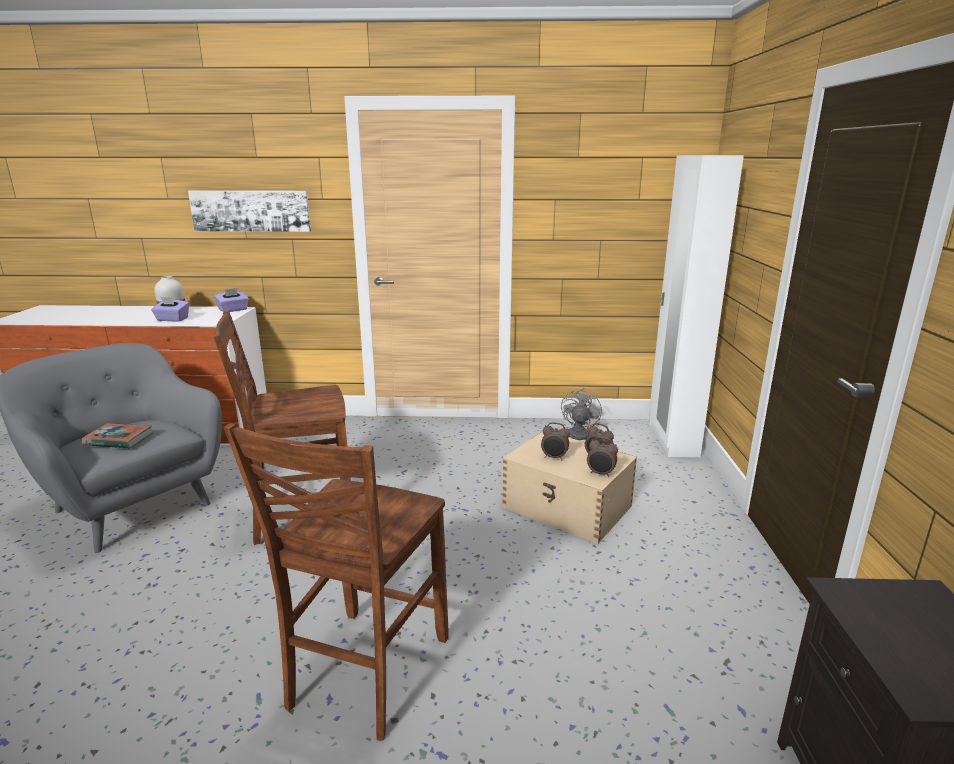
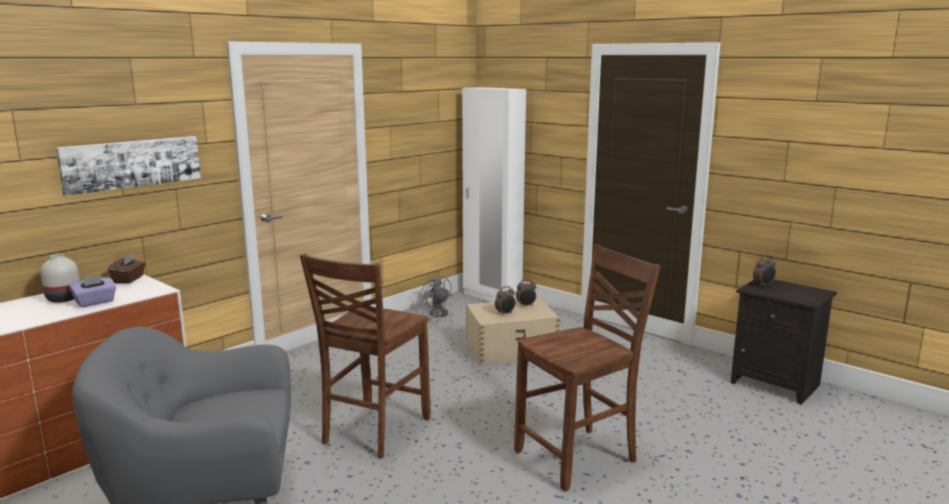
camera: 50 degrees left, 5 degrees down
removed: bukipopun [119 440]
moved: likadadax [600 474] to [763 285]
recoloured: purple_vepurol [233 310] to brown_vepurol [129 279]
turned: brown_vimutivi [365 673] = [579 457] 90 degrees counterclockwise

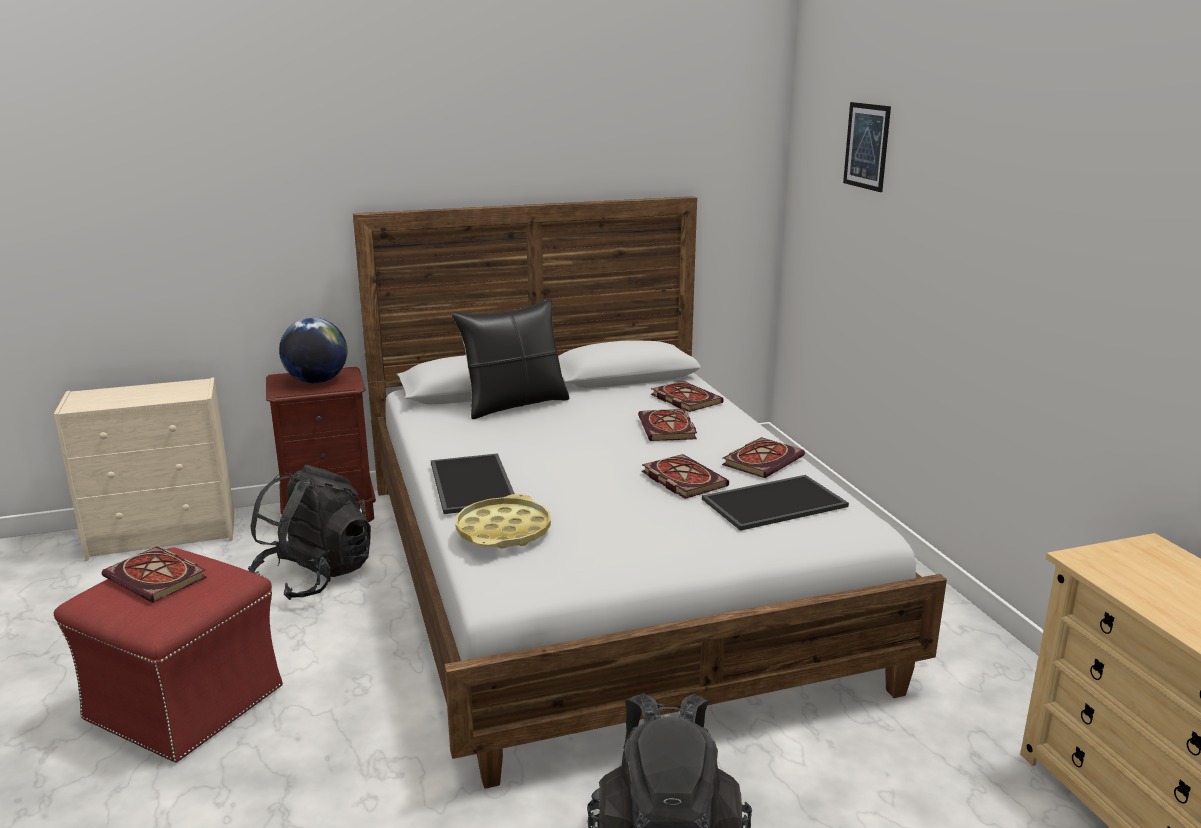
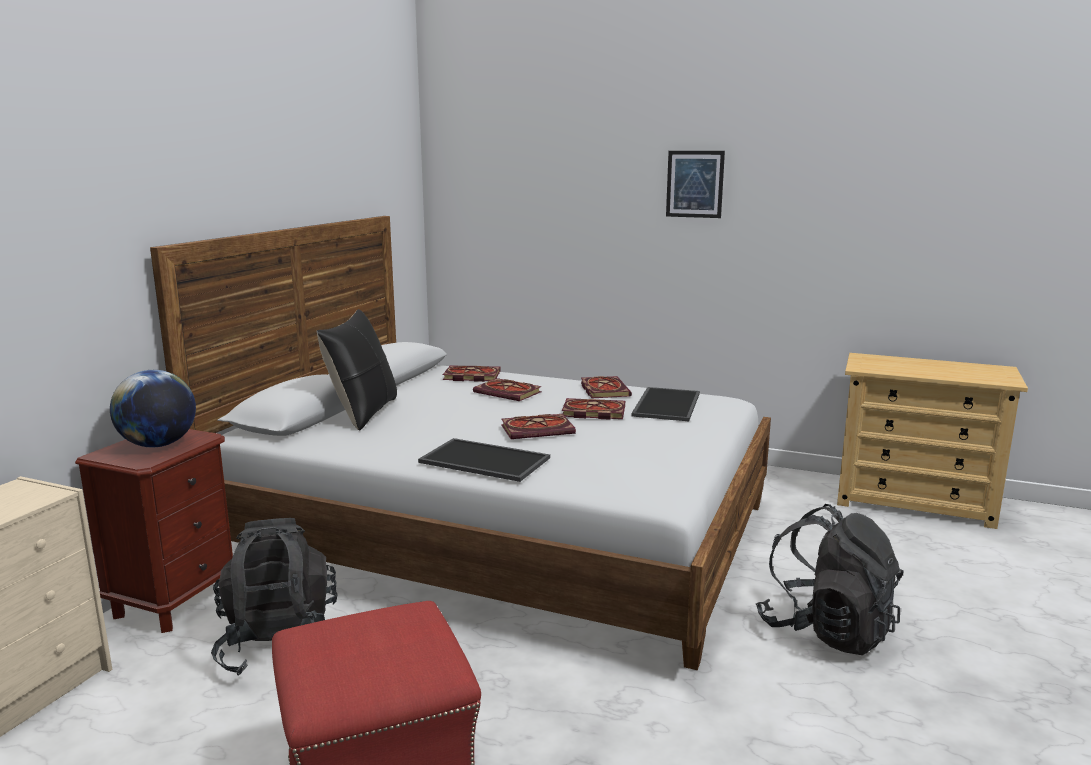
camera: 50 degrees left, 5 degrees down
removed: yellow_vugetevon [504 531]
moved: bukipopun [158 578] to [539 429]; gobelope [866 146] to [694 184]

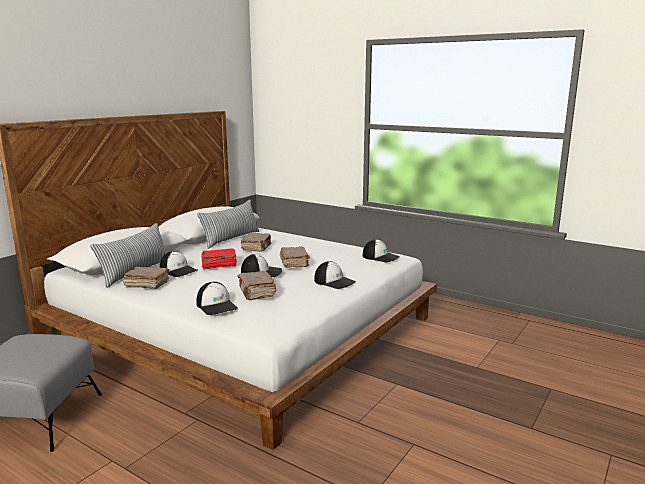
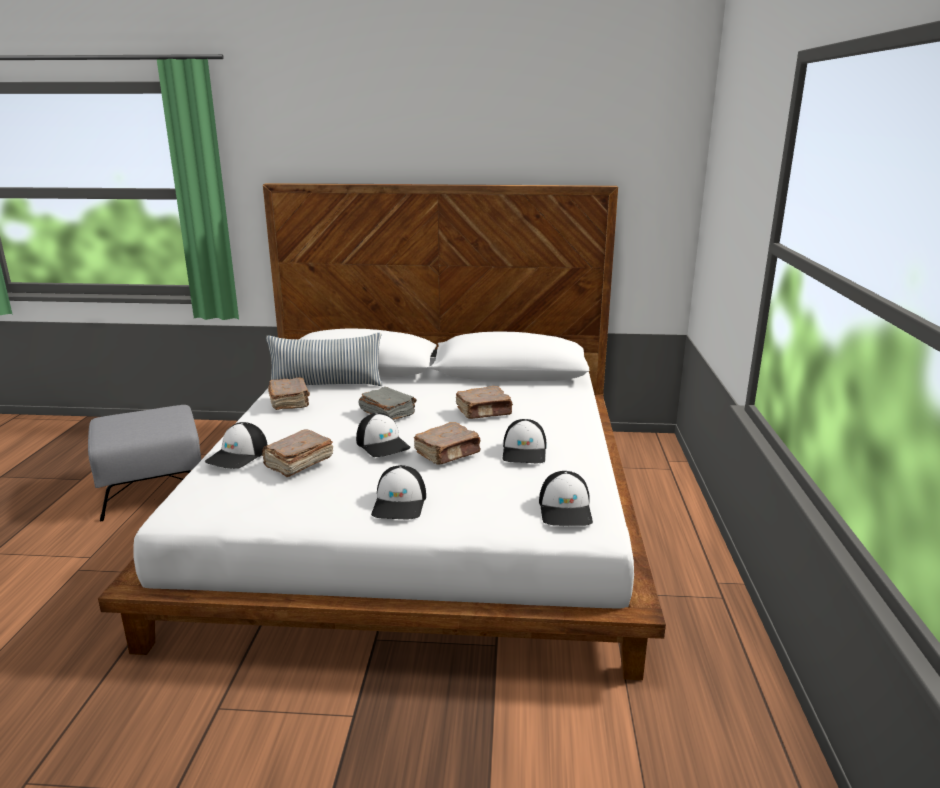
camera: 60 degrees right, 5 degrees up
removed: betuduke [231 239]
moved: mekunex [178 270] to [525 452]
recoloured: red_bukipopun [218 265] to grey_bukipopun [387 413]

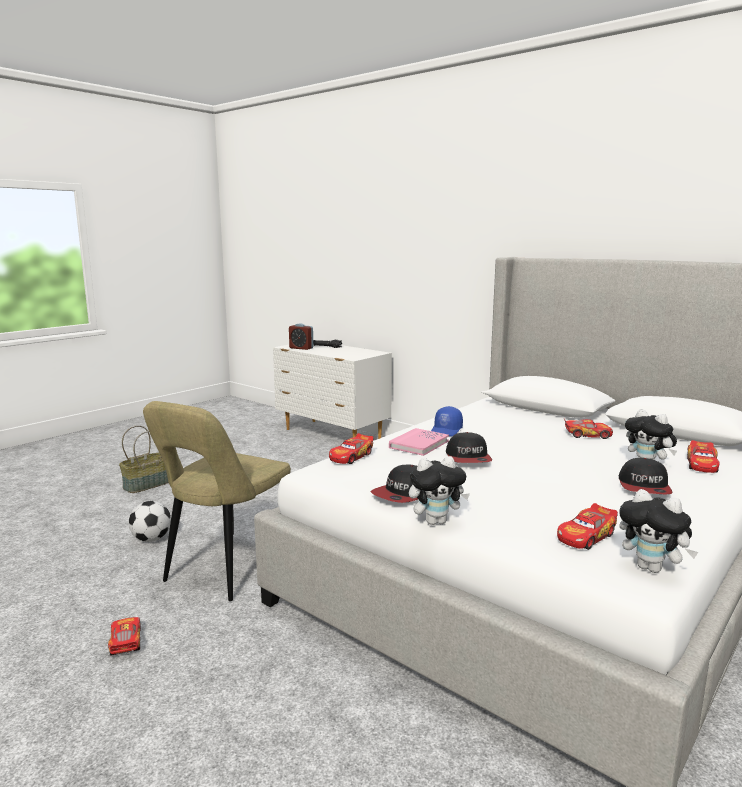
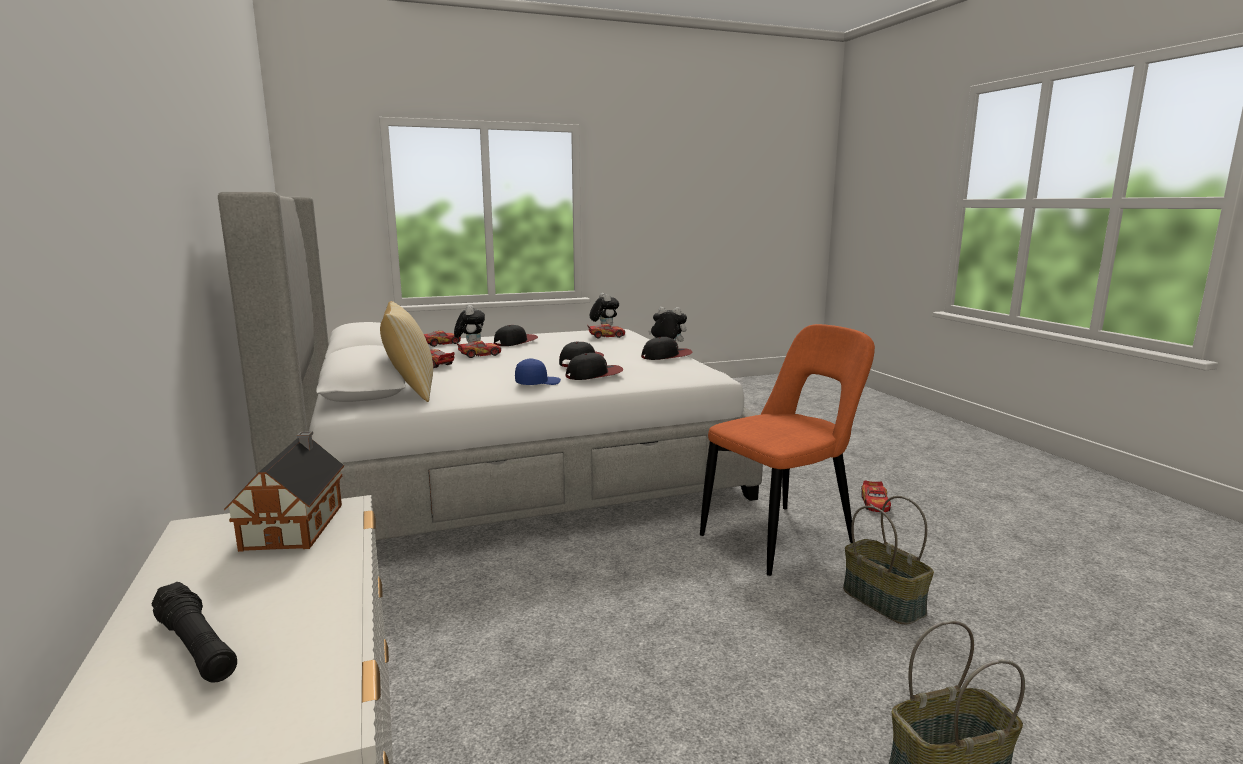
camera: 150 degrees left, 0 degrees up
removed: likadadax [301 348]
added: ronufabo [296 524]; betuduke [410 391]
moved: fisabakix [351 457] to [479 355]
replaced: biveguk [151 539] to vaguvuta [884 601]; pink_bukipopun [419 444] to mekunex [594 375]
recoloured: beige_vimutivi [227 568] to orange_vimutivi [783 537]

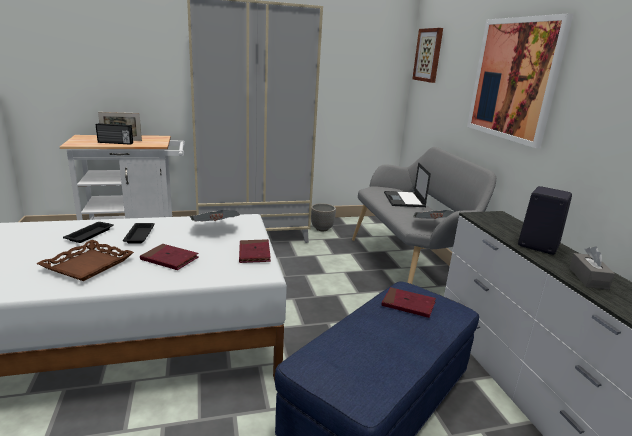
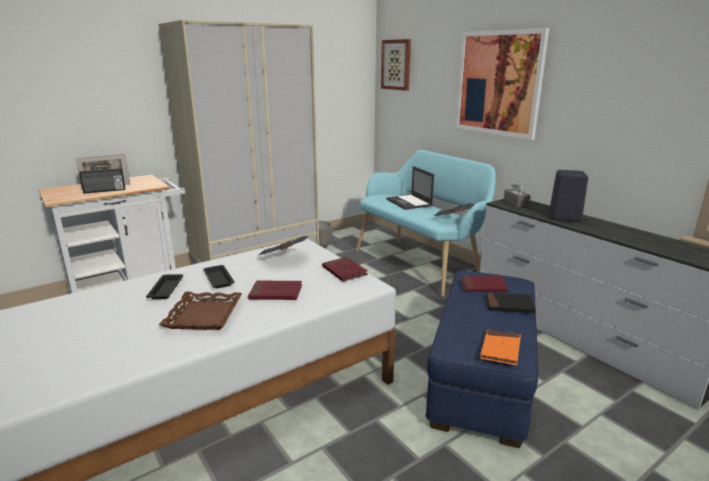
camera: 20 degrees left, 0 degrees up
added: orange_bukipopun [500 349]; black_bukipopun [509 305]
moved: grey_vepurol [588 278] to [516 203]
recoloured: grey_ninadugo [408 266] to turquoise_ninadugo [420 263]

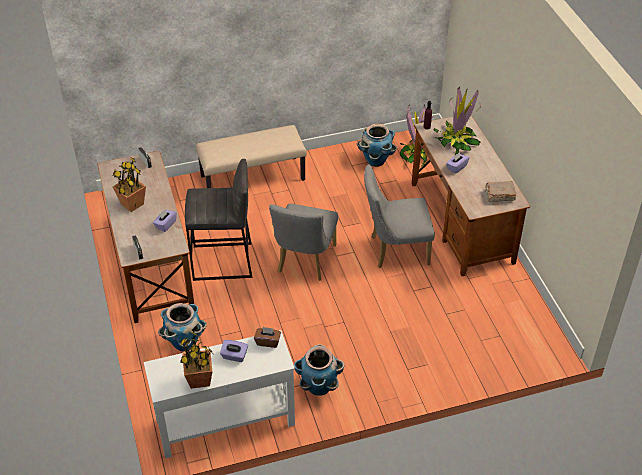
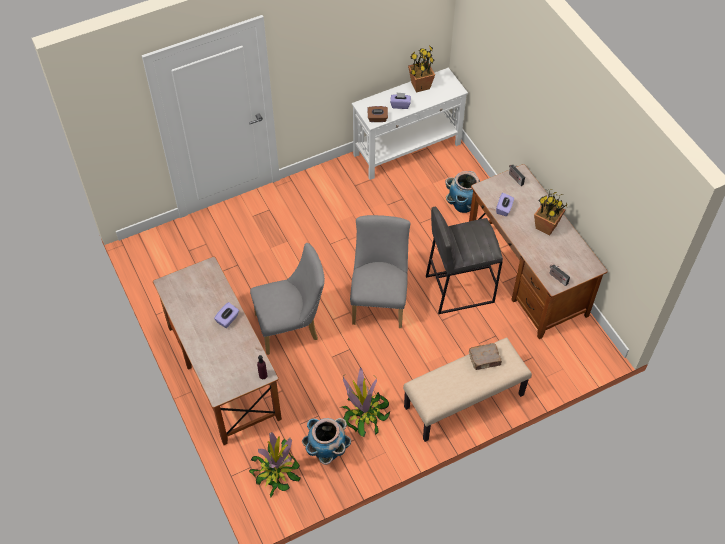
camera: 170 degrees right, 10 degrees up
removed: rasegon [319 387]
moved: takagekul [456 141] to [364 413]; brown_bukipopun [499 195] to [485 359]

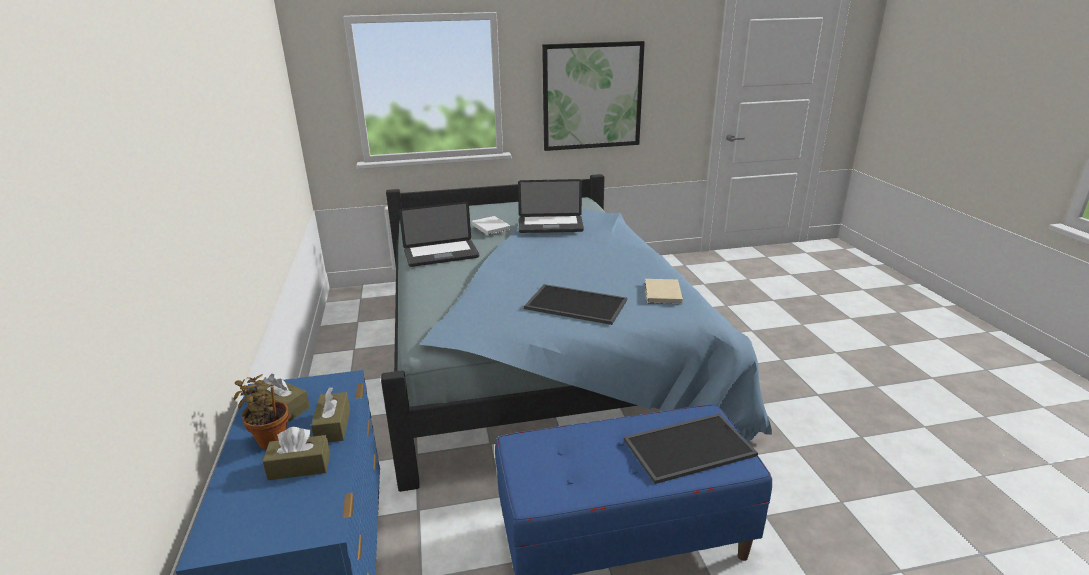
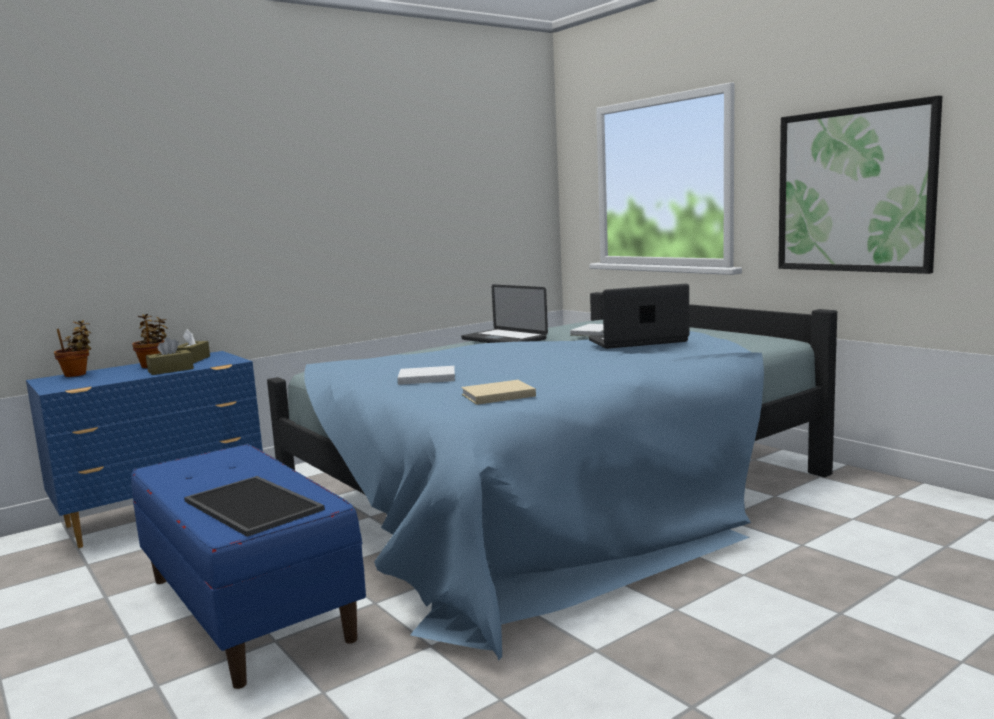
camera: 65 degrees right, 15 degrees down
removed: brown_vepurol [299 466]
added: takagekul [78 374]
replaced: vugetevon [574 305] to white_bukipopun [425 378]
turned: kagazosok [550 225] = [637 341] 105 degrees clockwise

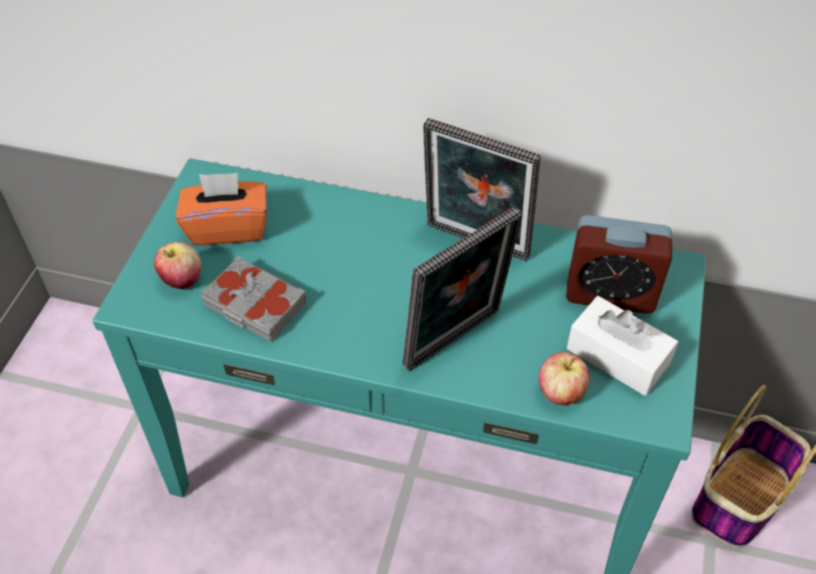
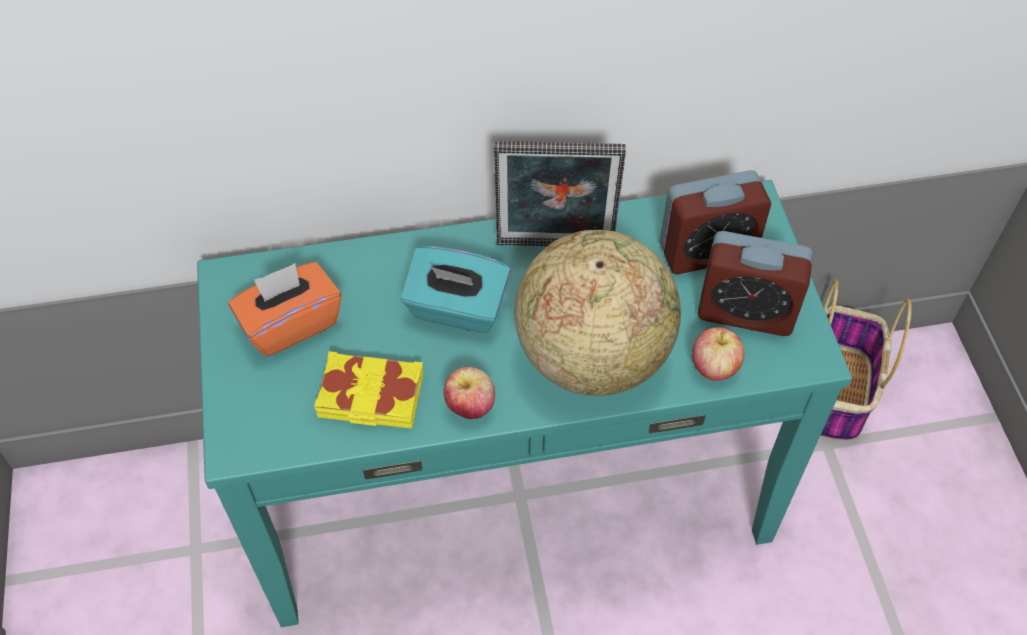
camera: 25 degrees left, 5 degrees up
added: turquoise_vepurol [457 309]
moved: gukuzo [182 280] to [470 406]
replaced: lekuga [456 342] to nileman [592 356]; white_vepurol [617 356] to likadadax [746 312]
recoloured: grey_bukipopun [254 305] to yellow_bukipopun [371 397]

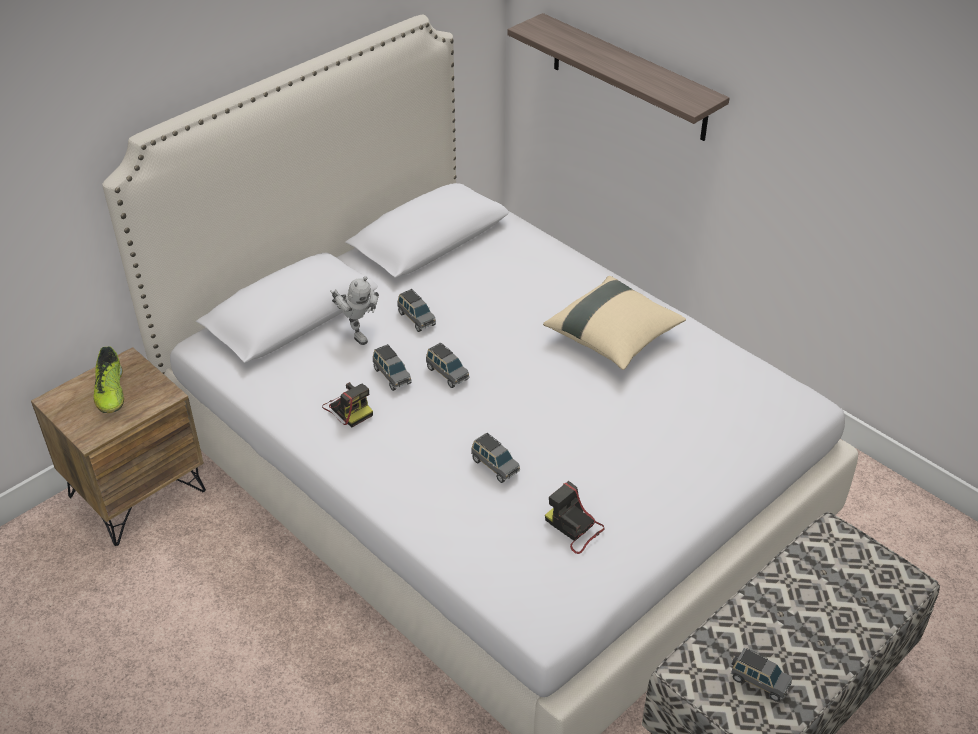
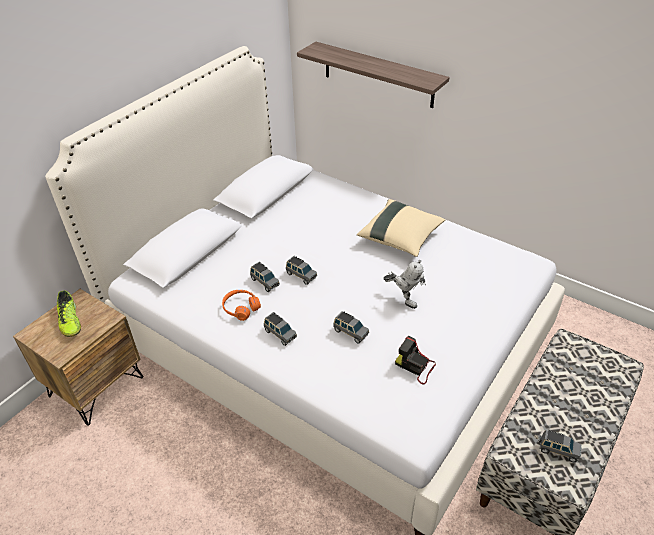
camera: 10 degrees left, 0 degrees up
moved: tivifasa [356 332] to [404 299]; grey_fisabakix [416 319] to [280 334]
replaced: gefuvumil [348 408] to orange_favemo [241 308]

